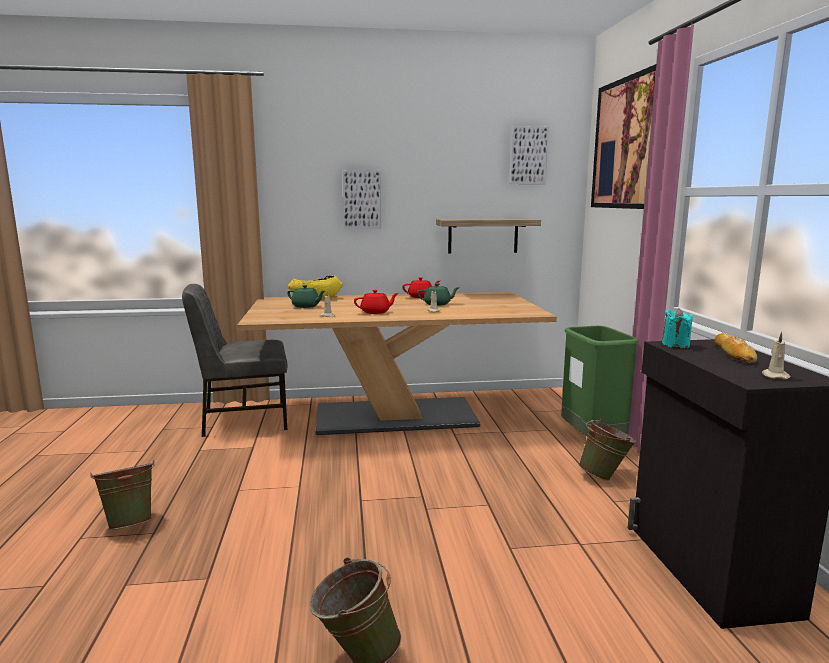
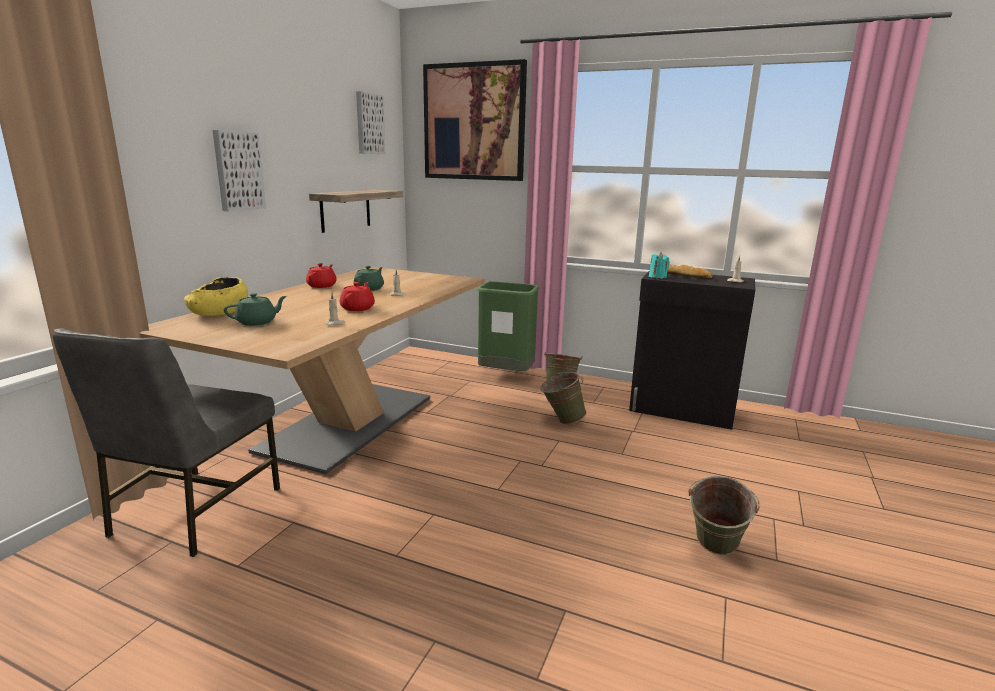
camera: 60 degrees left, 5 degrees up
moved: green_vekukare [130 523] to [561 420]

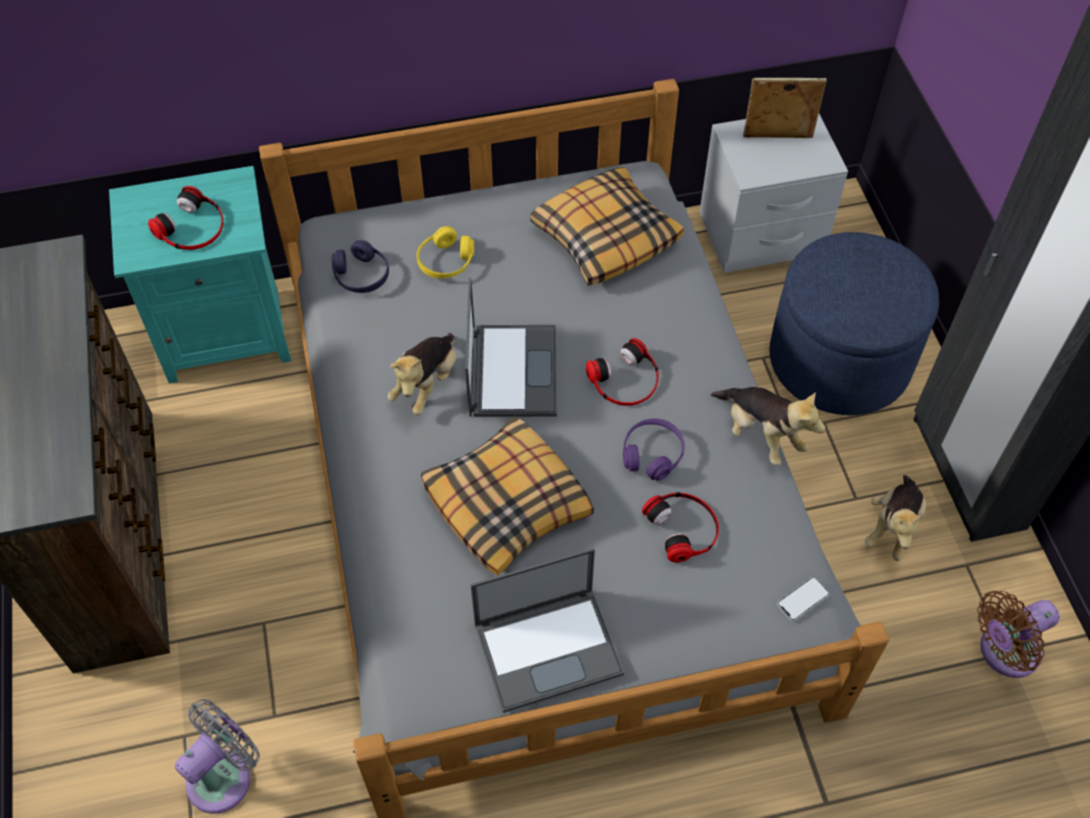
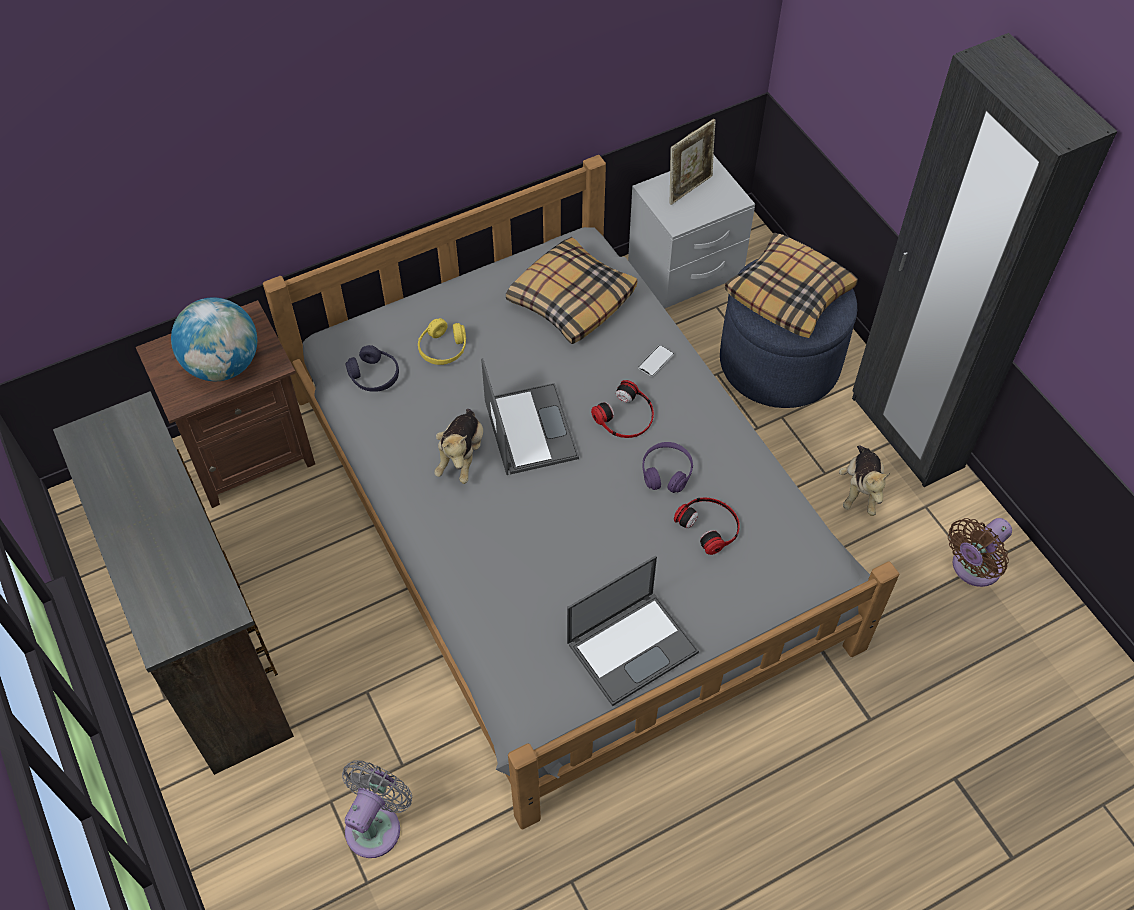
camera: 15 degrees left, 0 degrees up
removed: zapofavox [760 434]
moved: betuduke [508 503] to [789 294]; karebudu [803 599] to [656 361]
replaced: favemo [192 227] to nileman [223 365]
recoloured: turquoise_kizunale [225 333] to brown_kizunale [248 453]
turned: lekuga [777 139] = [689 188] 150 degrees clockwise

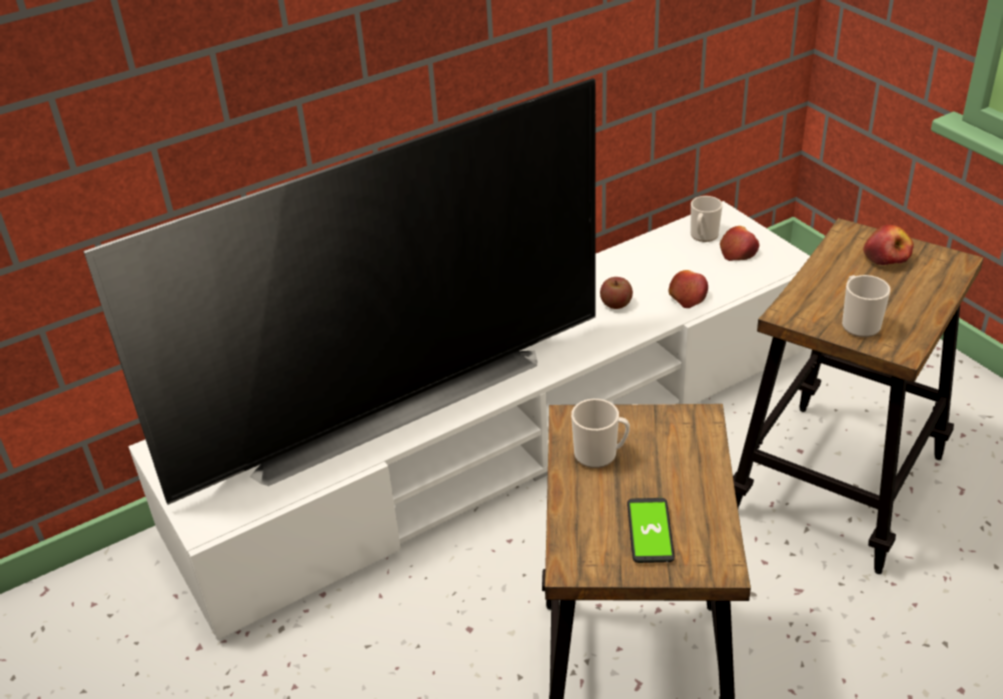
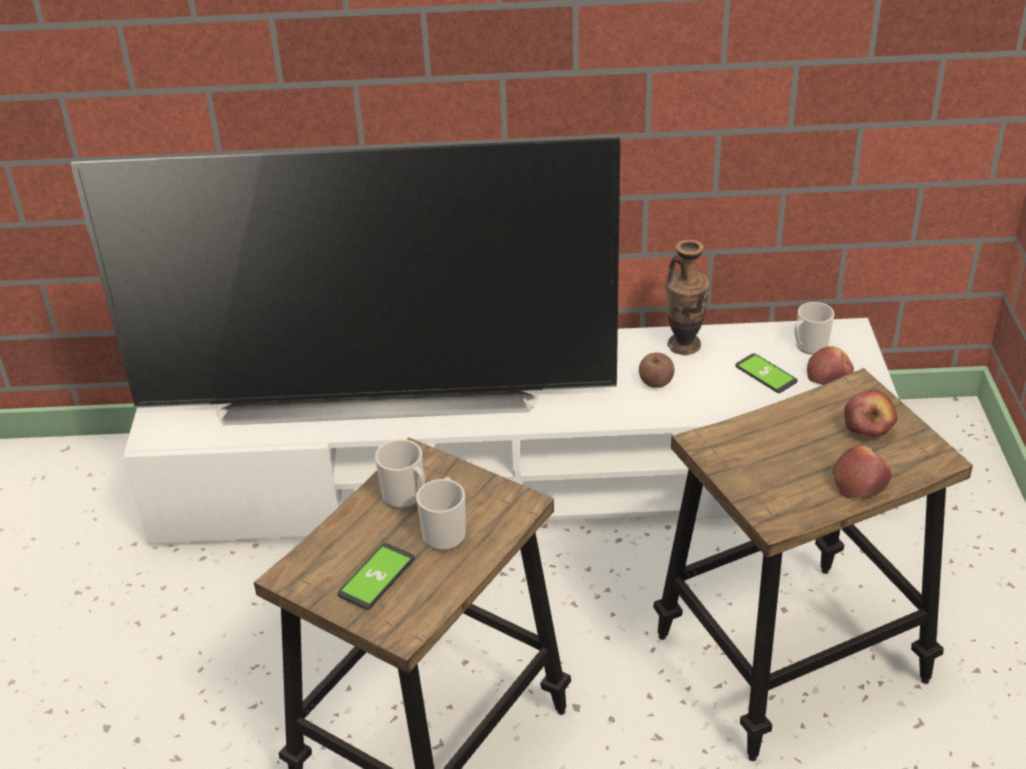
camera: 30 degrees right, 0 degrees up
added: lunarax [684 345]; karebudu [766 374]
moved: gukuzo [687 296] to [860 481]; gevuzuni [858 323] to [445 531]

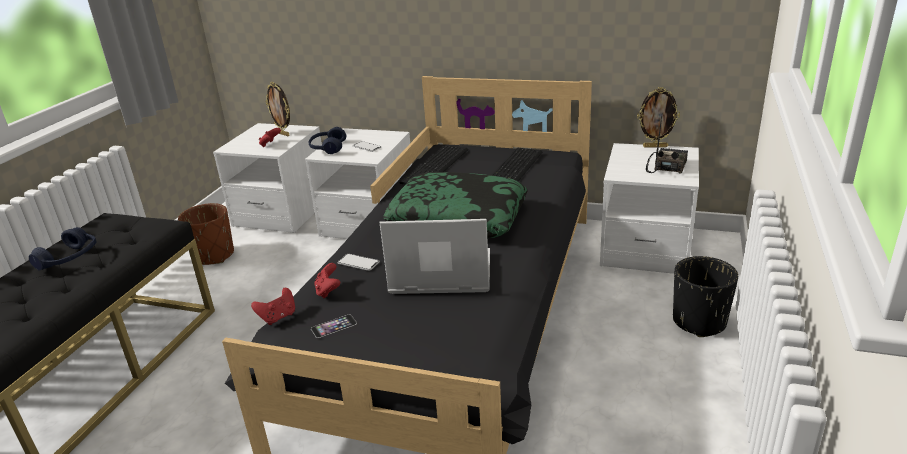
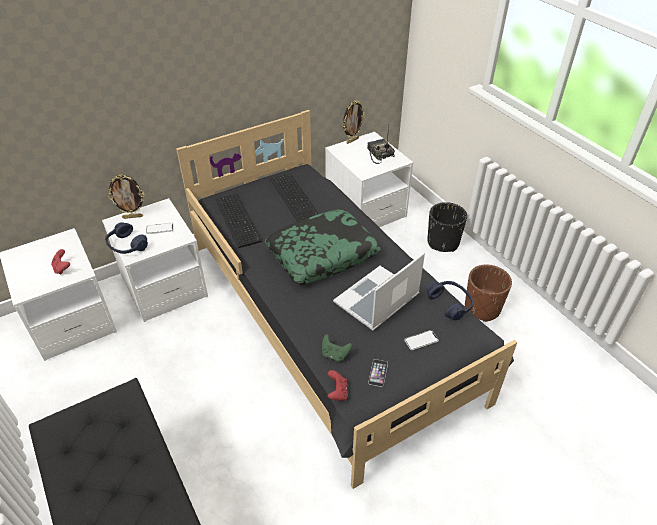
camera: 50 degrees left, 15 degrees up
moved: blue_favemo [69 259] to [450 304]; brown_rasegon [213 256] to [482 308]; lekuga [283 134] to [133 216]; karebudu [358 263] to [421 340]
recoloured: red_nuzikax [328 291] to green_nuzikax [335 354]

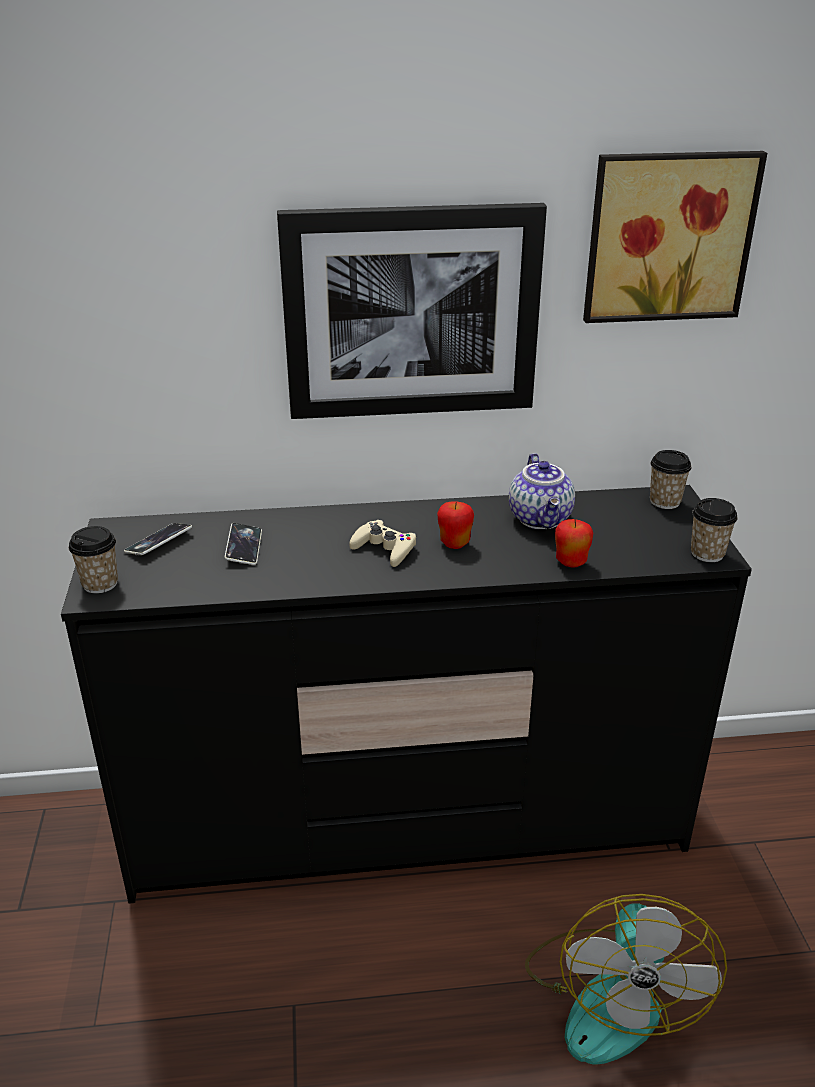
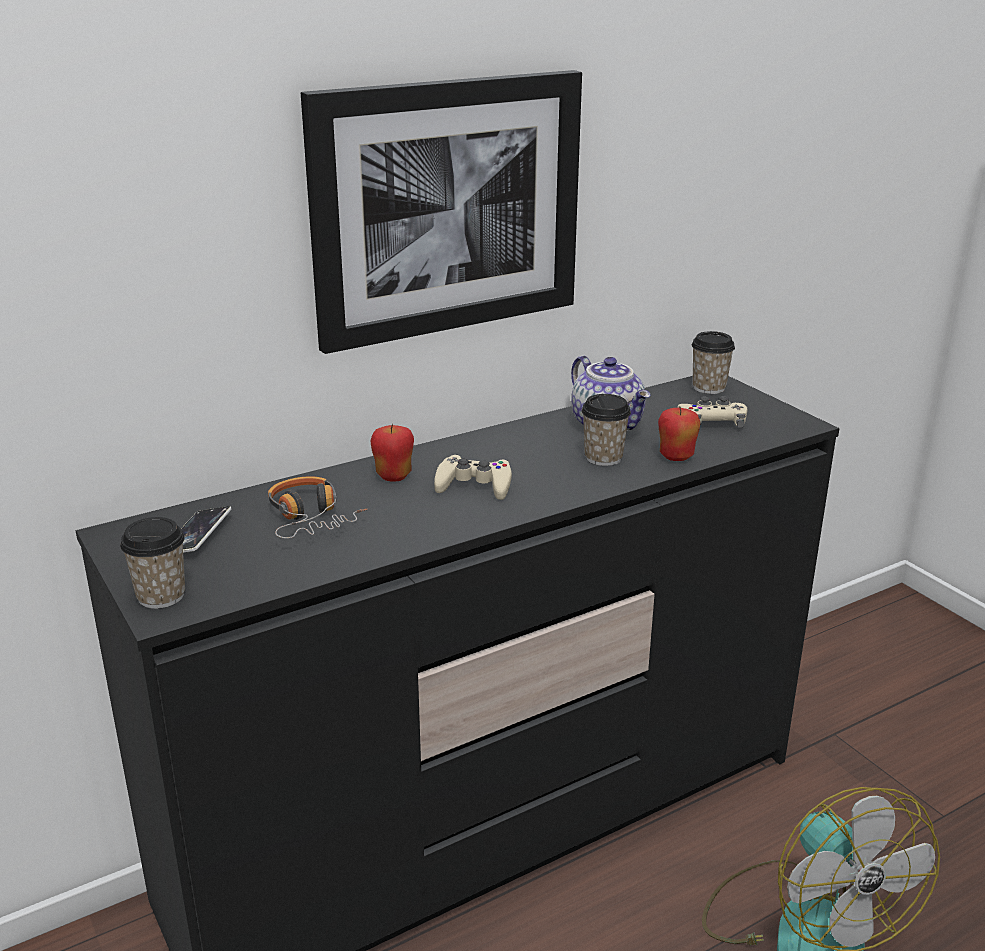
camera: 25 degrees left, 5 degrees down
removed: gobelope [667 236]
added: beige_nuzikax [712 421]
moved: gukuzo [454 543] to [393 476]; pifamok [707 553] to [603 458]
replaced: karebudu [244 547] to favemo [310 518]

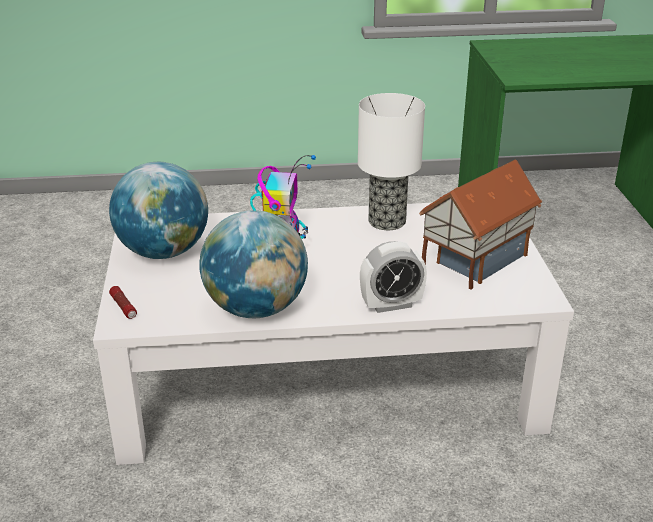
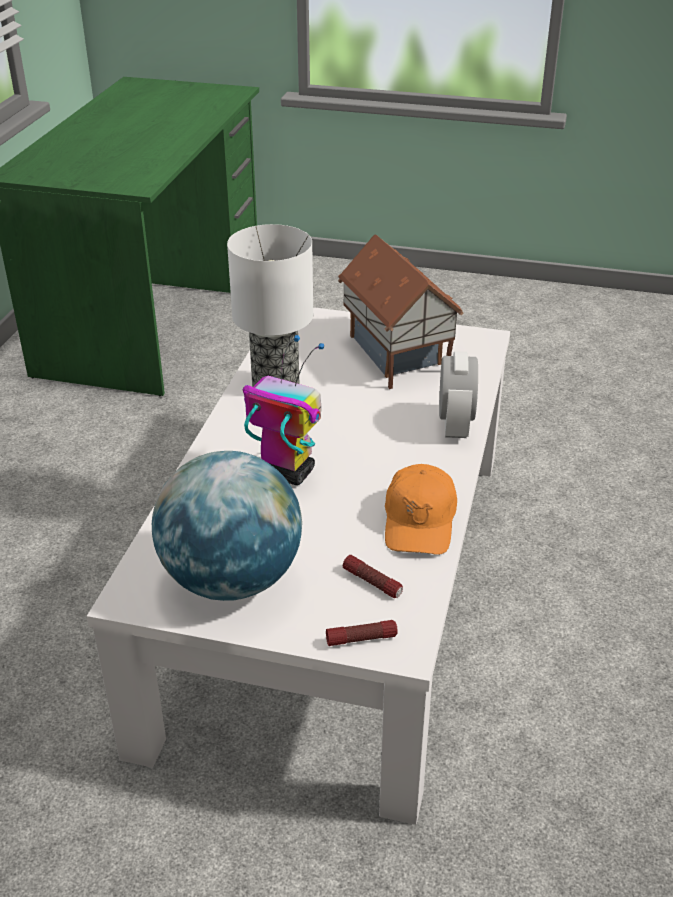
camera: 70 degrees left, 5 degrees up
added: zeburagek [372 582]
replaced: nileman [256 309] to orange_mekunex [420 521]

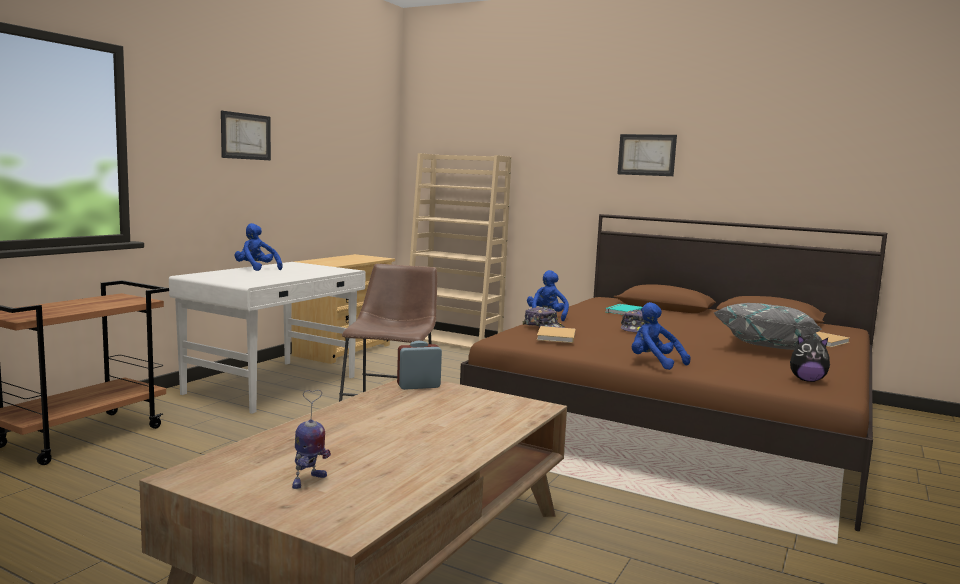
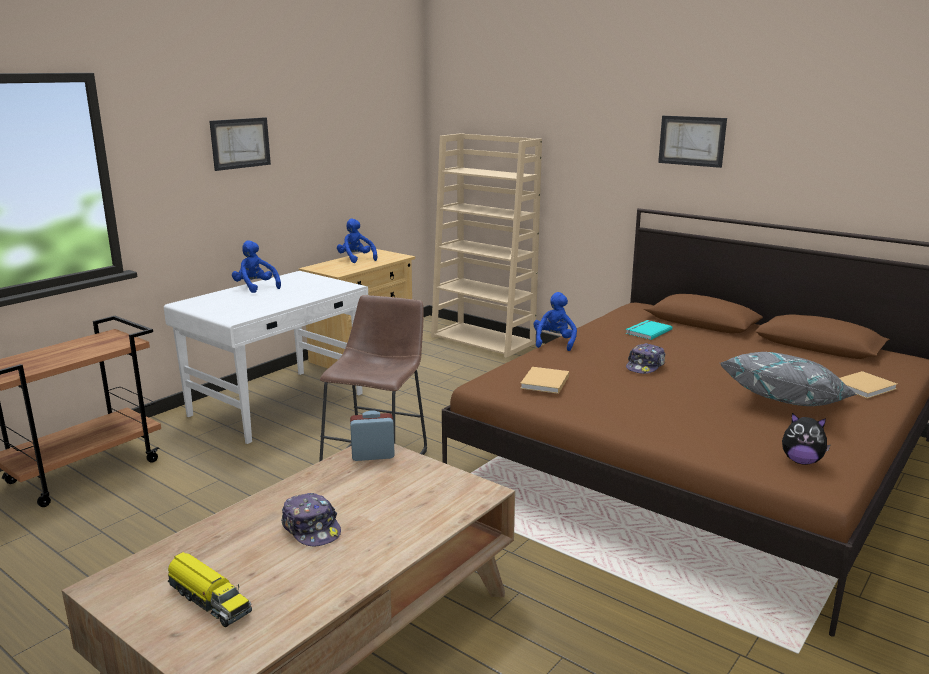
camera: 10 degrees right, 10 degrees up
moved: mekunex [543 326] to [311 528]; blue_zapofavox [654 363] to [356 259]
replaced: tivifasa [308 481] to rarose [209 599]

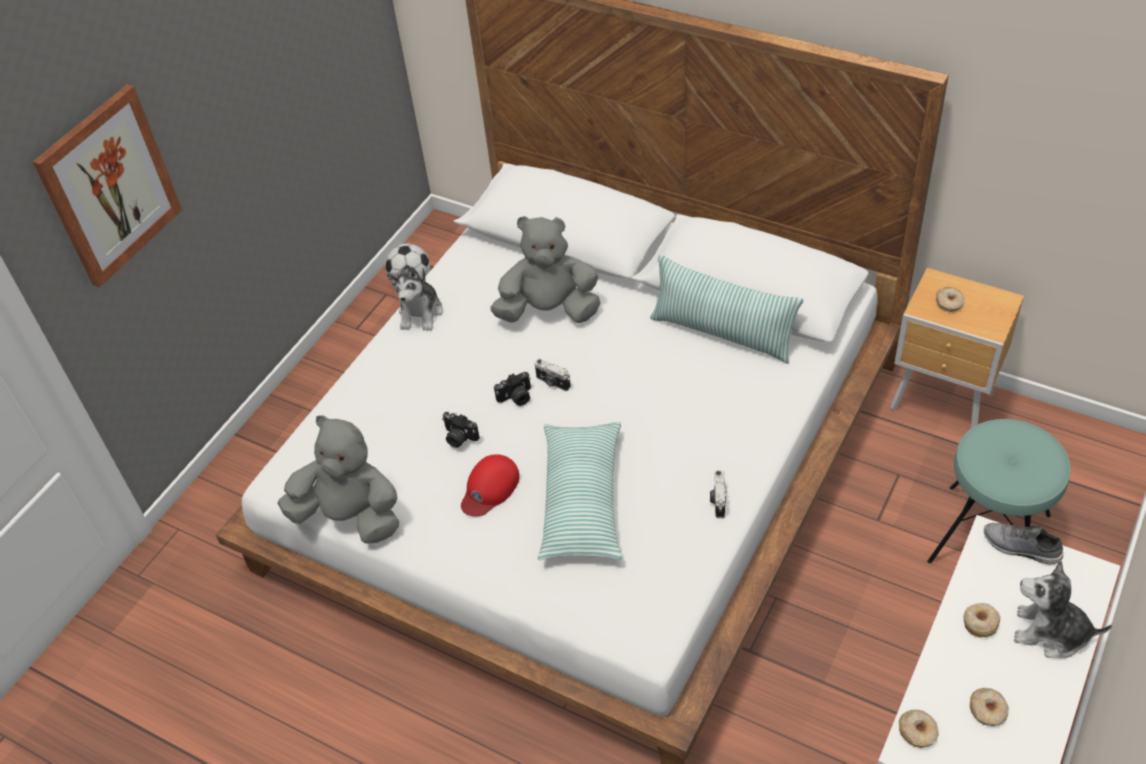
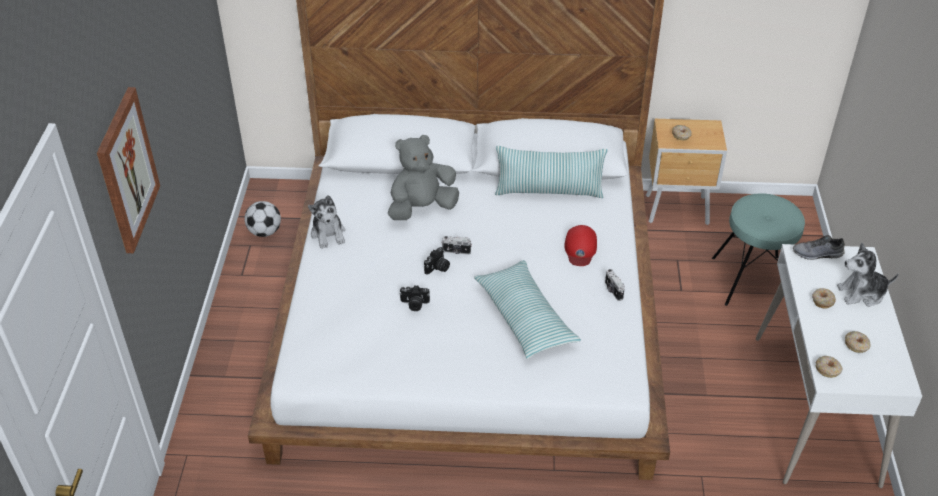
camera: 30 degrees left, 5 degrees down
removed: grey_zapofavox [350 516]
moved: red_mekunex [489 488] to [580 248]

